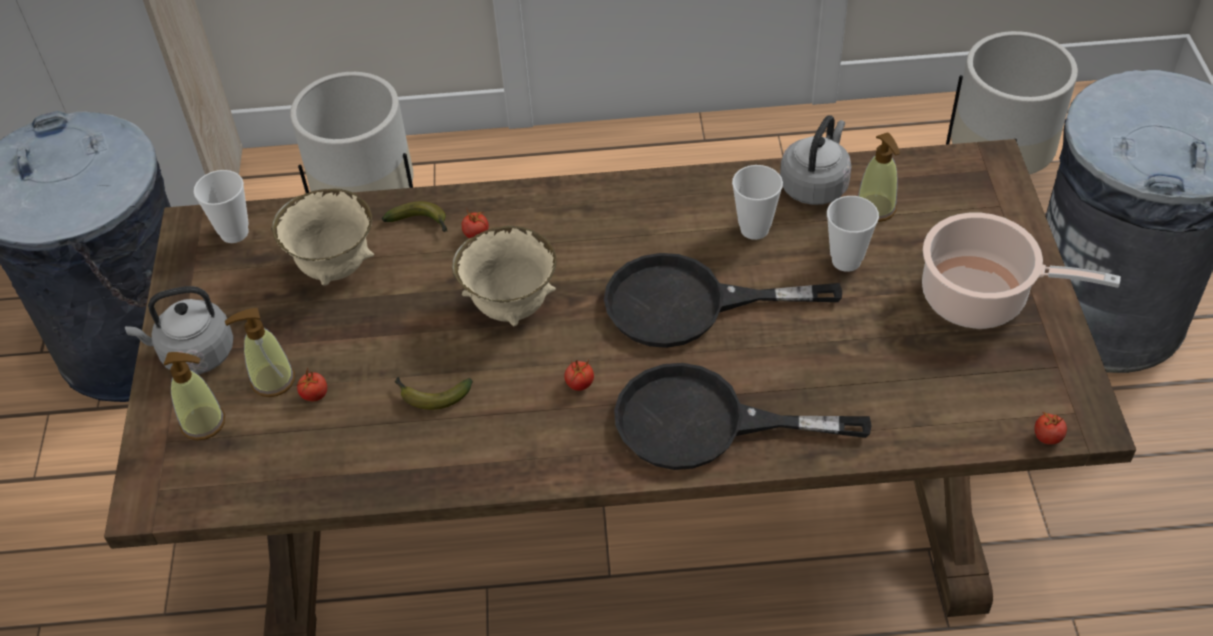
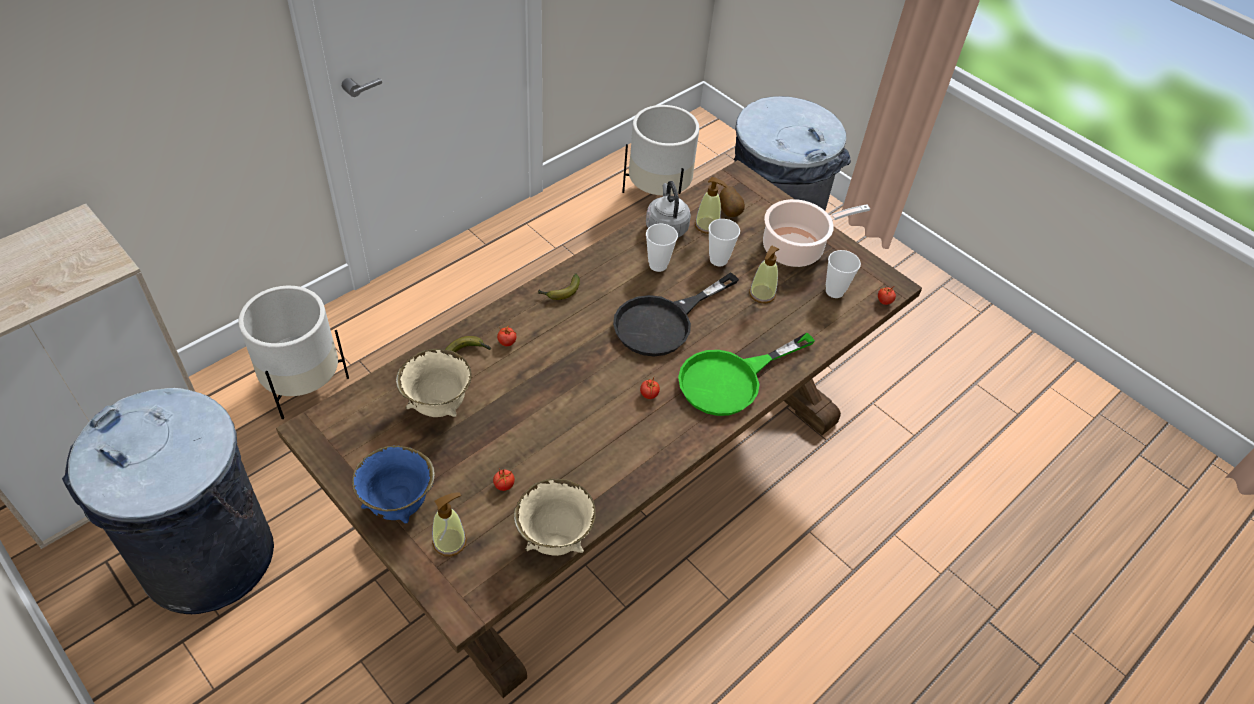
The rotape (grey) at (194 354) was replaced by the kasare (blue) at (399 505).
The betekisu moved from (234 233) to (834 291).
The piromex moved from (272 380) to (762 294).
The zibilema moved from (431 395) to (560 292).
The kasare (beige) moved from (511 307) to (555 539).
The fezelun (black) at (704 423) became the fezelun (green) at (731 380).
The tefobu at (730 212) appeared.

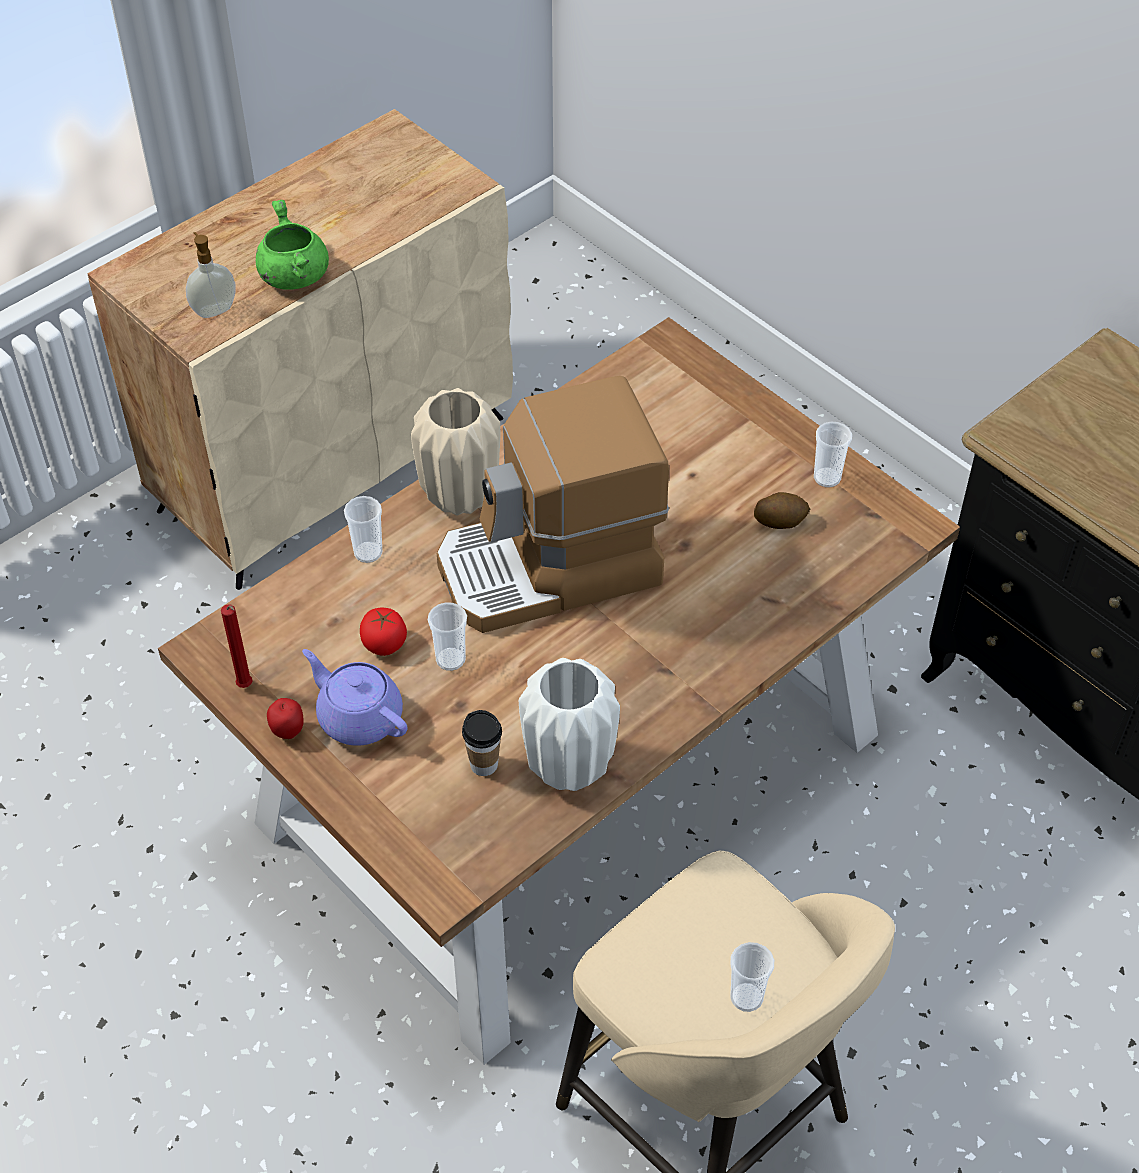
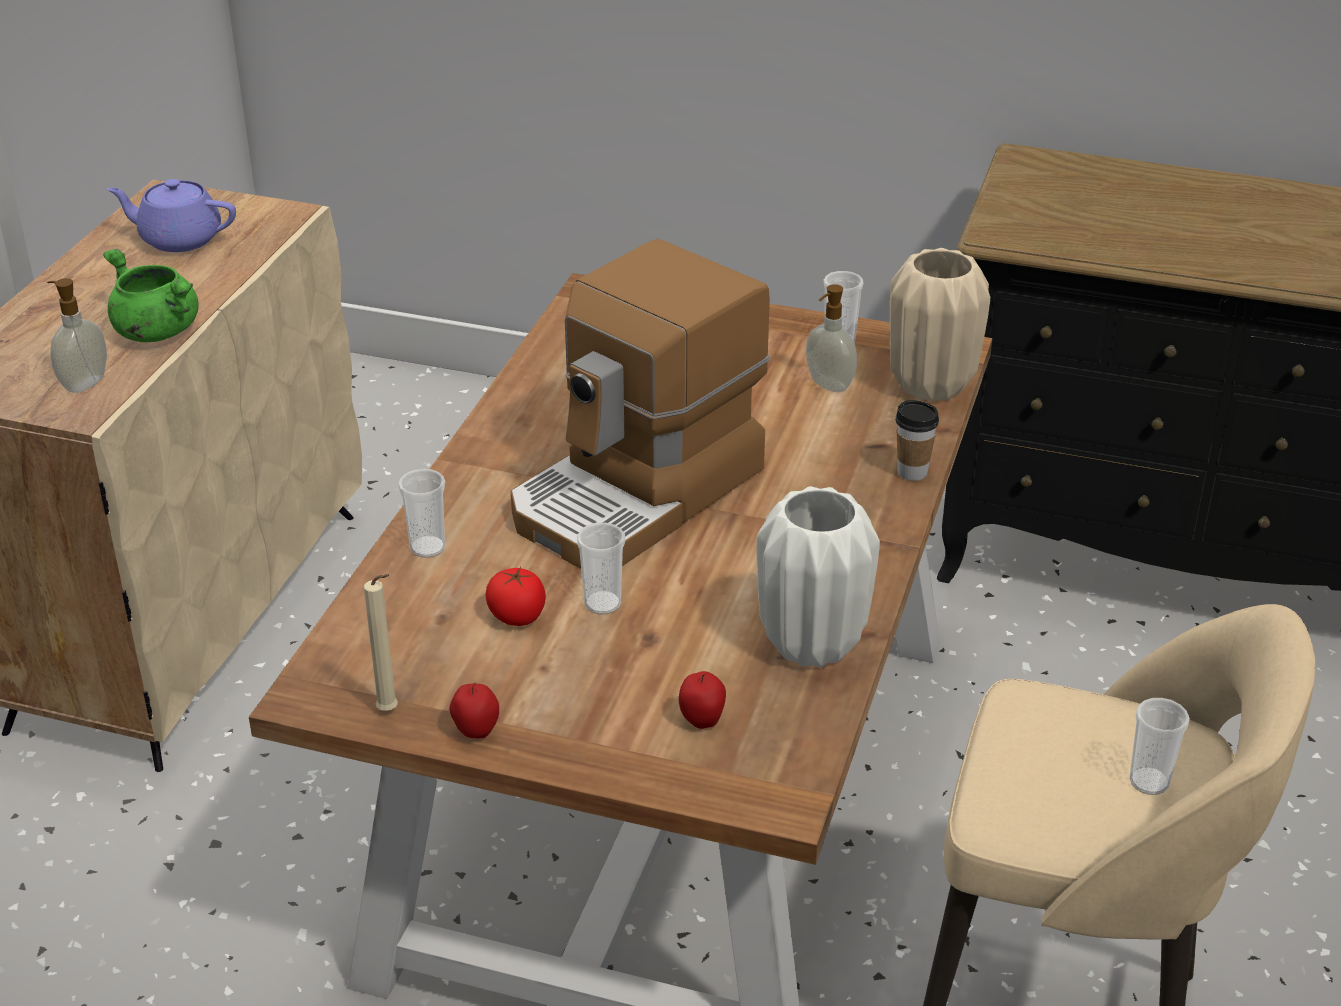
The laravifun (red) at (246 687) became the laravifun (beige) at (390 711).
The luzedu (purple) moved from (358 716) to (179 239).
The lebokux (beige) moved from (459 495) to (929 386).
The betekisu moved from (484 764) to (912 472).
The tefobu at (780 521) was replaced by the piromex at (828 385).
The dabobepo at (702 721) appeared.

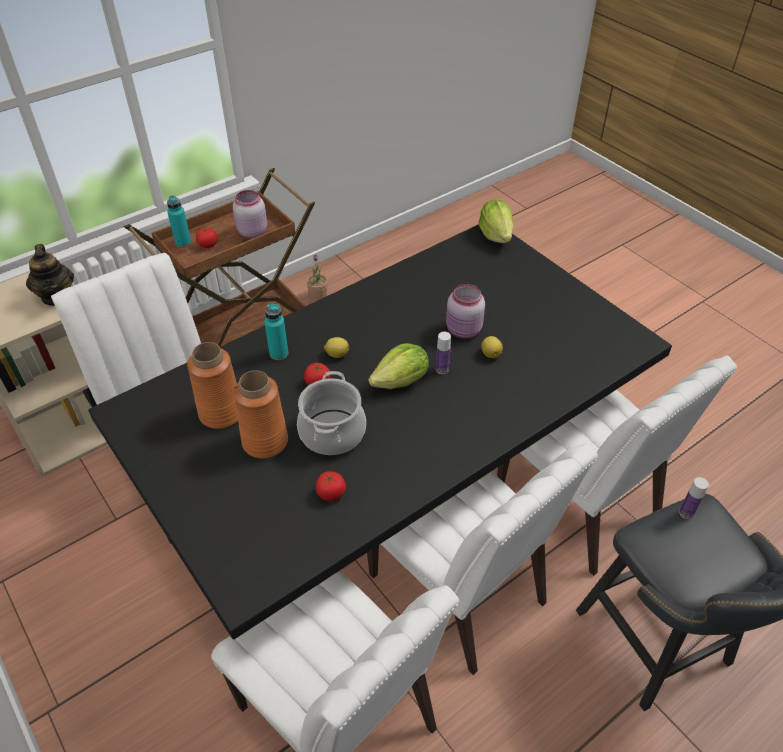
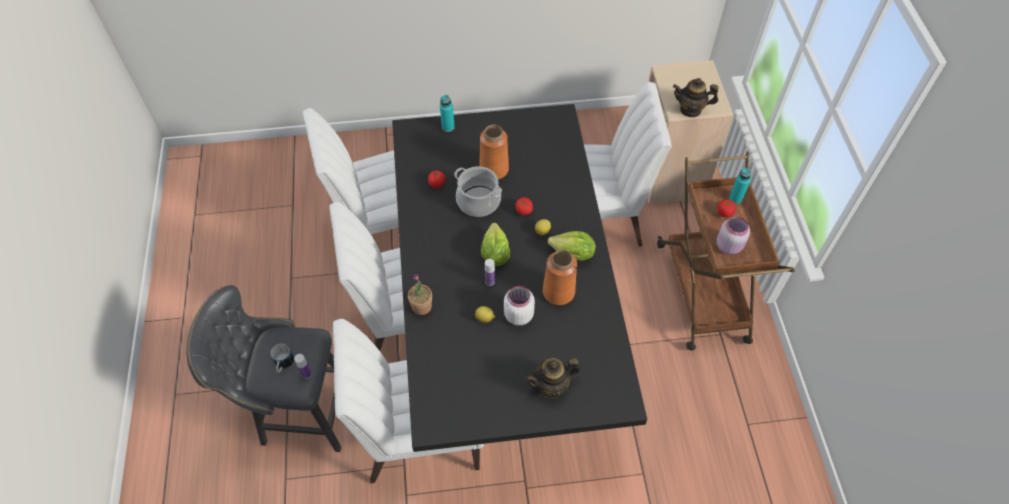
The lebokux (orange) moved from (221 413) to (558 291).
The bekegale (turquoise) moved from (279 353) to (448 127).
The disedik moved from (318 296) to (421 306).
The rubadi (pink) at (463 331) became the rubadi (white) at (518 315).
The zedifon moved from (496 235) to (573 254).
The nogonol at (283 364) appeared.
The luzedu at (551 386) appeared.

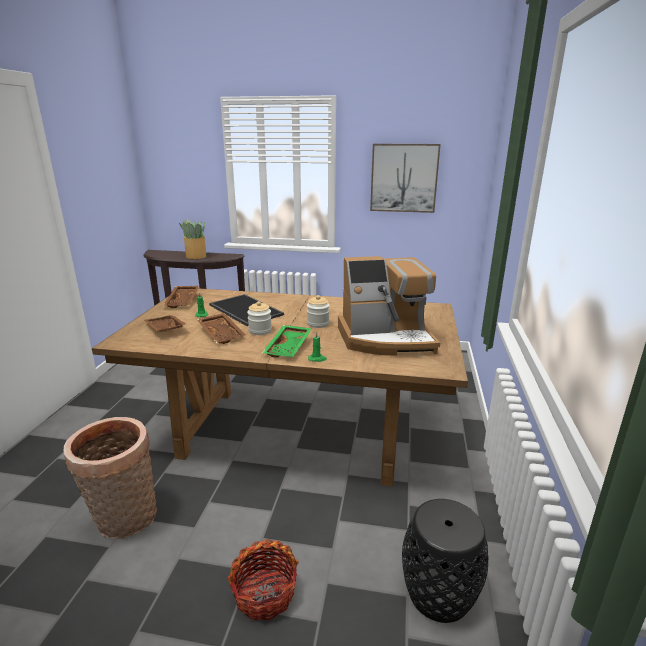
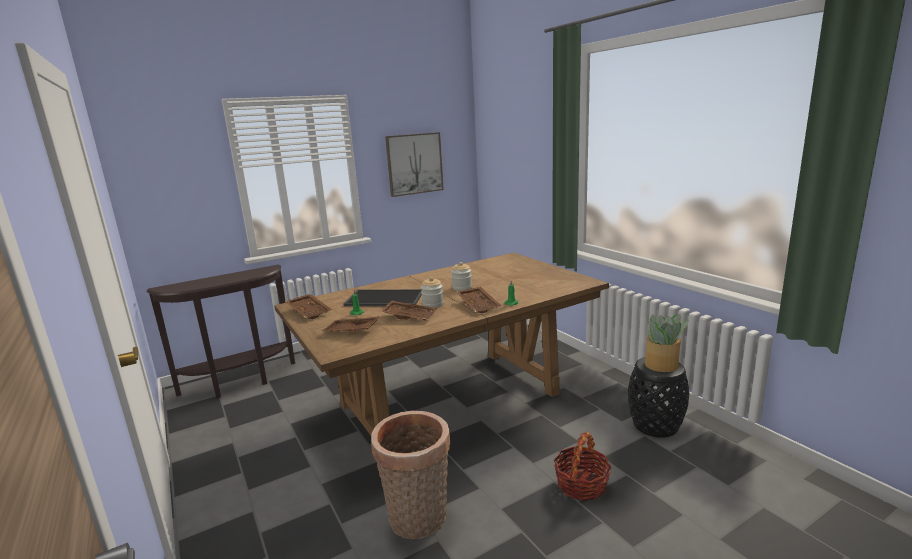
The disedik moved from (196 256) to (662 365).
The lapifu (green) at (289 348) became the lapifu (brown) at (479 305).
The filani at (386 339) disappeared.

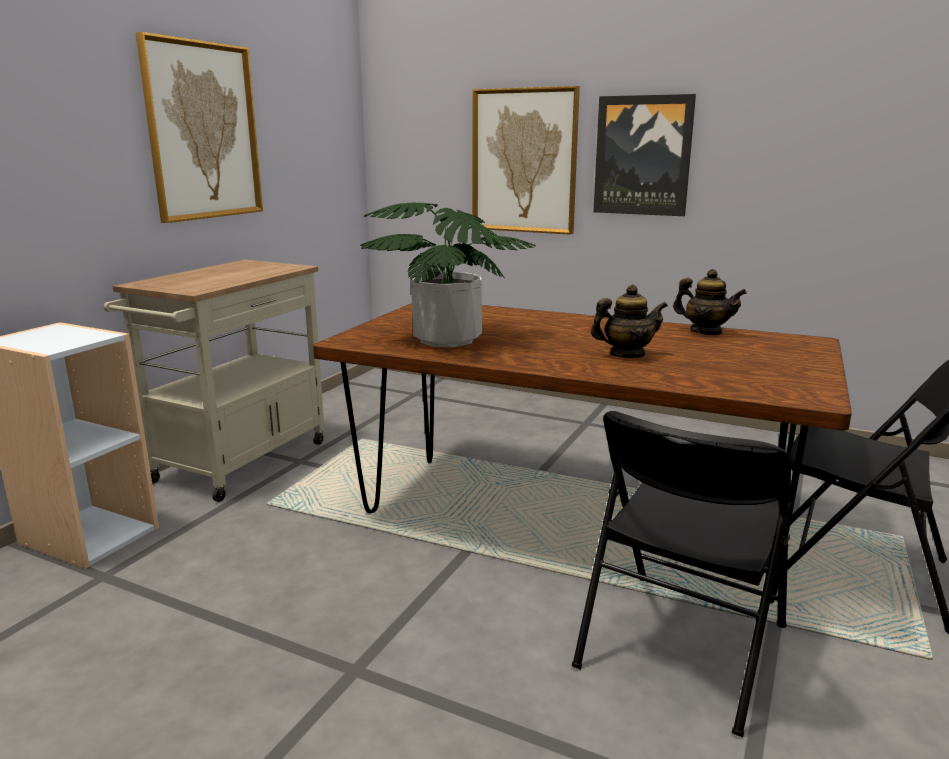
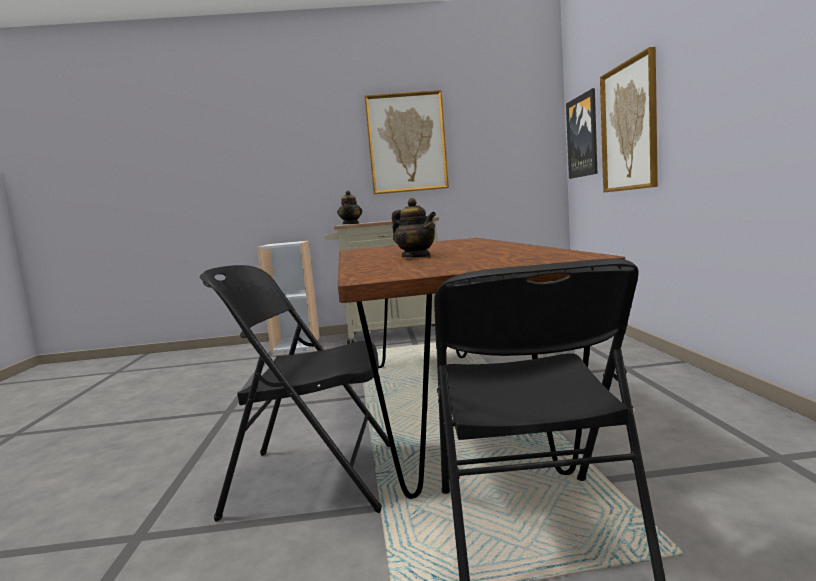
The disedik at (447 340) disappeared.
The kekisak moved from (642 156) to (583 136).
The luzedu moved from (705 332) to (351 224).

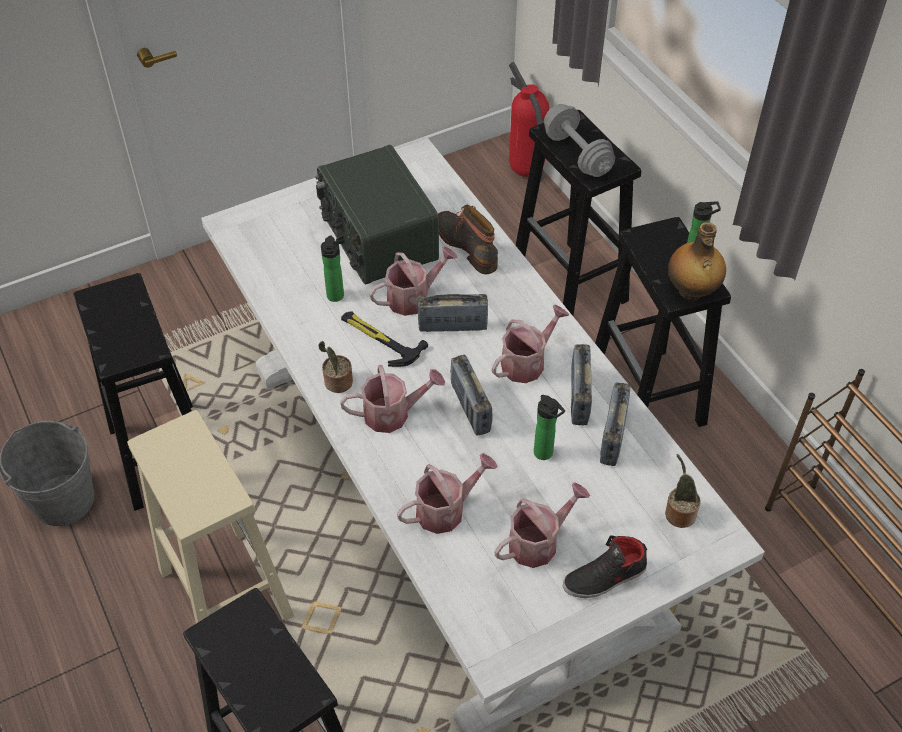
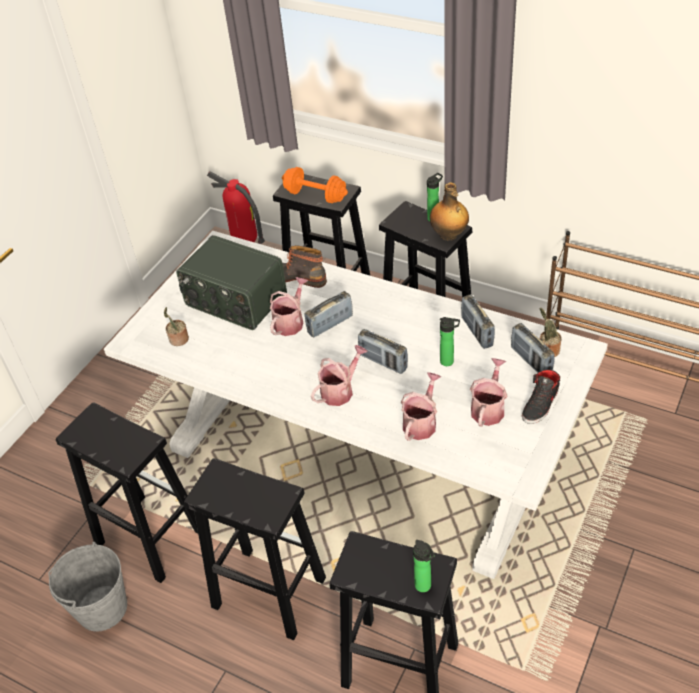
The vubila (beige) at (224 591) became the vubila (black) at (267 592).
The disedik moved from (337 383) to (178 340).
The bekegale moved from (335 298) to (424 587).
The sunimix at (379 339) disappeared.
The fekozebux at (527 362) disappeared.
The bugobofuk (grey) at (577 154) became the bugobofuk (orange) at (315 196).
The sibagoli moved from (579 398) to (531 361).

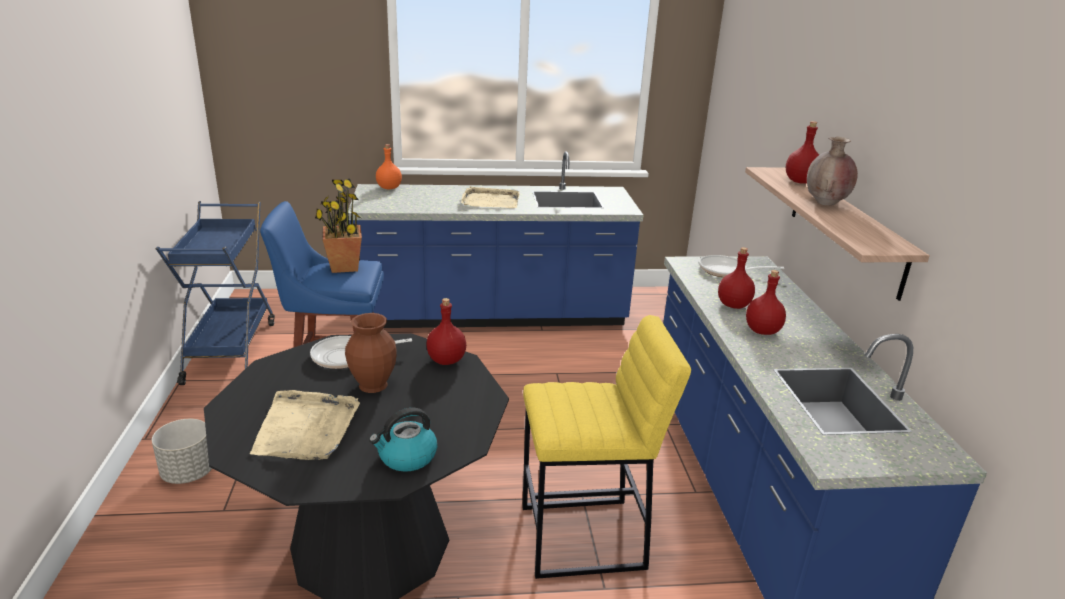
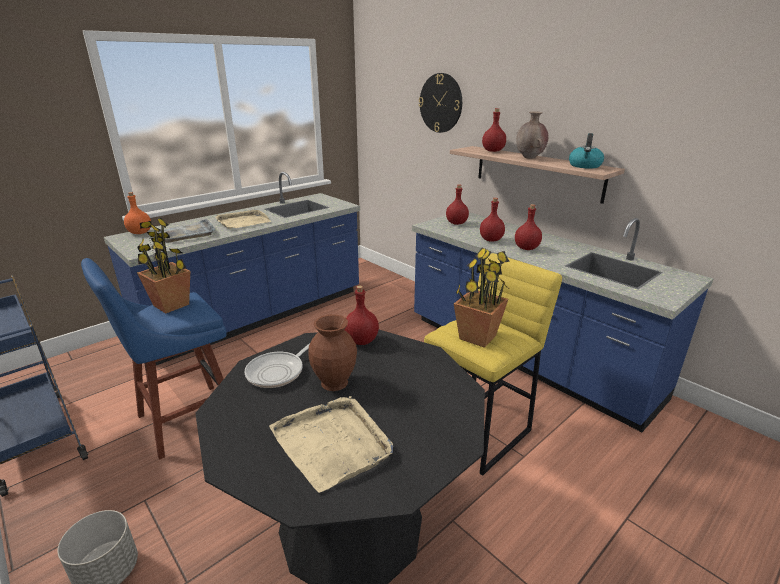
The rotape moved from (406 457) to (585 166).
The fezelun at (726 271) was replaced by the bekegale (red) at (457 223).
The lapifu (grey) at (187 233) appeared.
The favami at (441 103) appeared.
The disedik at (477 337) appeared.

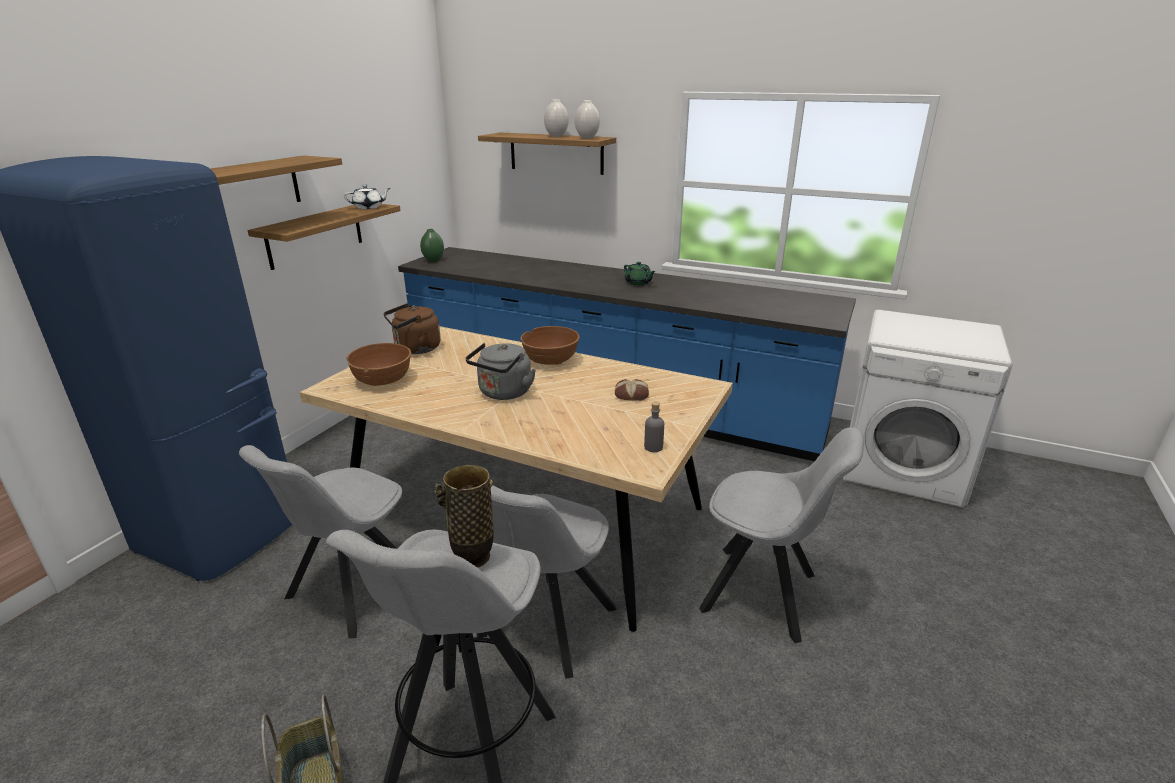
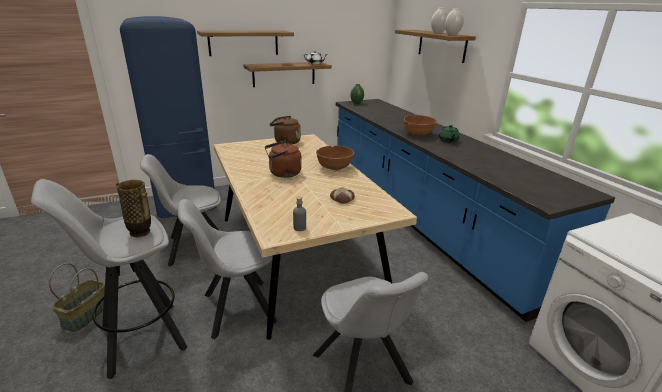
The kasare (brown) moved from (383 381) to (418 134).
The rotape (grey) at (503 393) became the rotape (brown) at (283 173).

